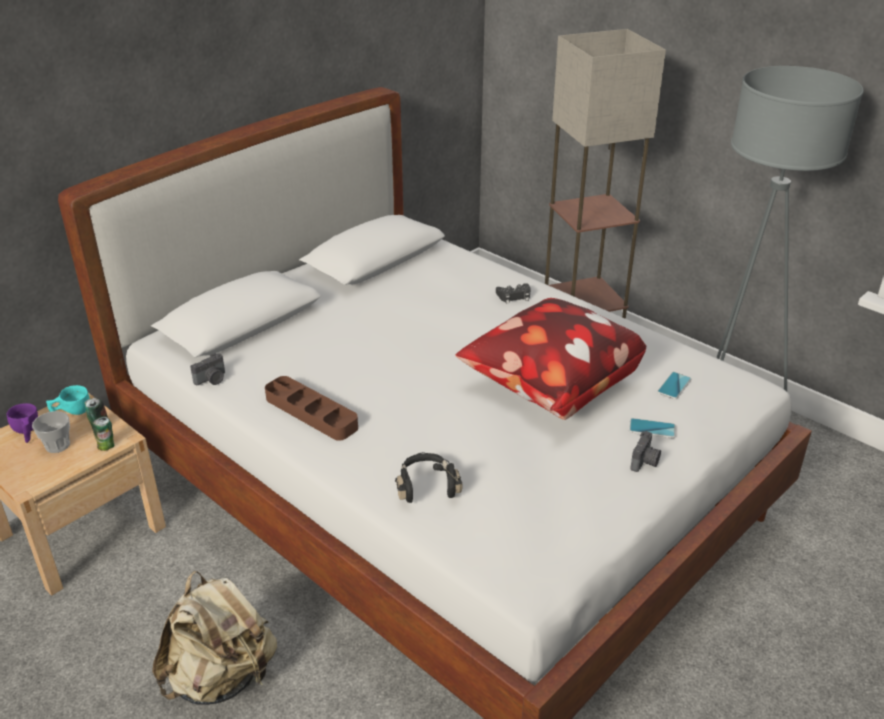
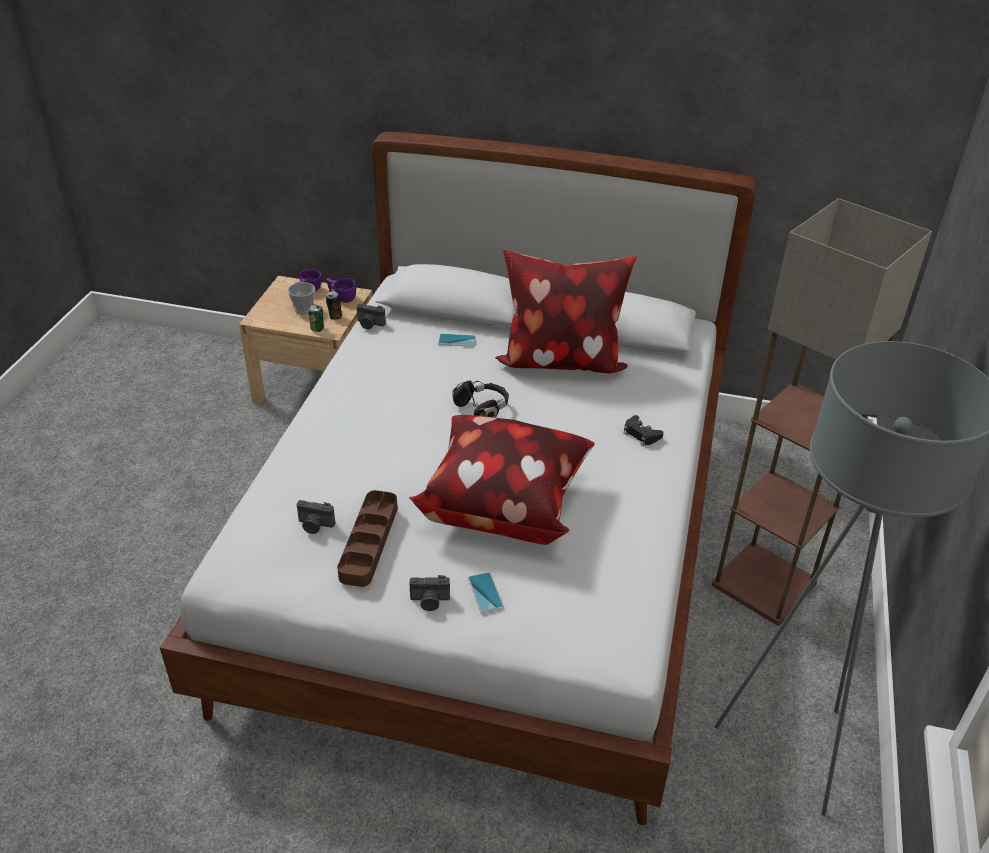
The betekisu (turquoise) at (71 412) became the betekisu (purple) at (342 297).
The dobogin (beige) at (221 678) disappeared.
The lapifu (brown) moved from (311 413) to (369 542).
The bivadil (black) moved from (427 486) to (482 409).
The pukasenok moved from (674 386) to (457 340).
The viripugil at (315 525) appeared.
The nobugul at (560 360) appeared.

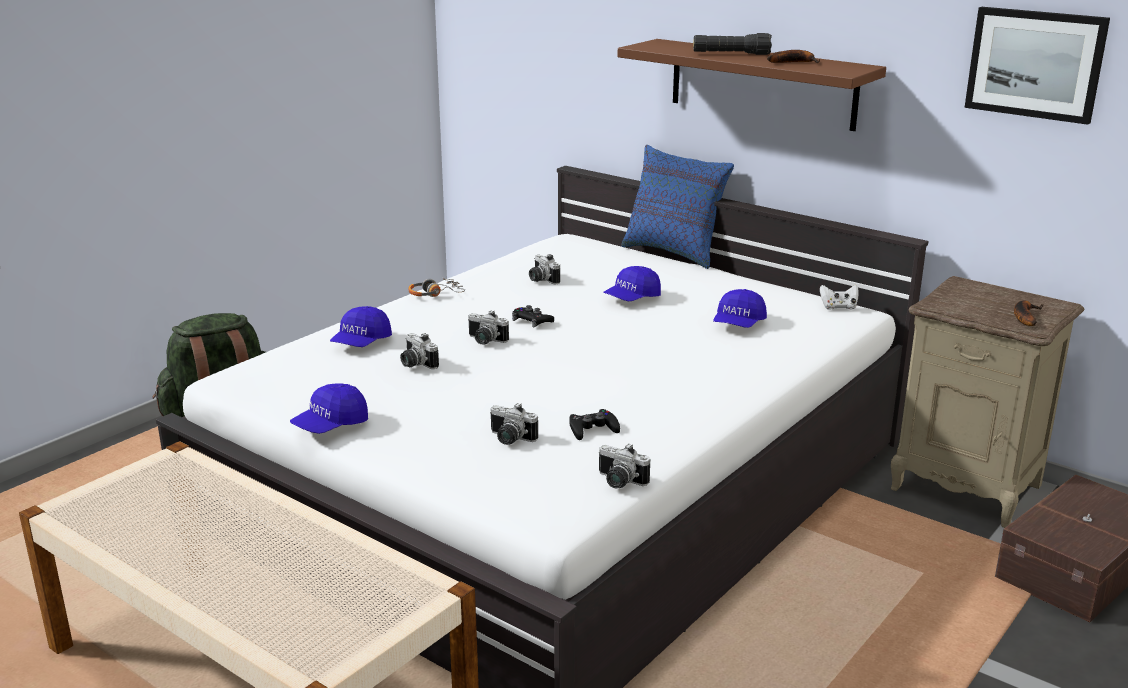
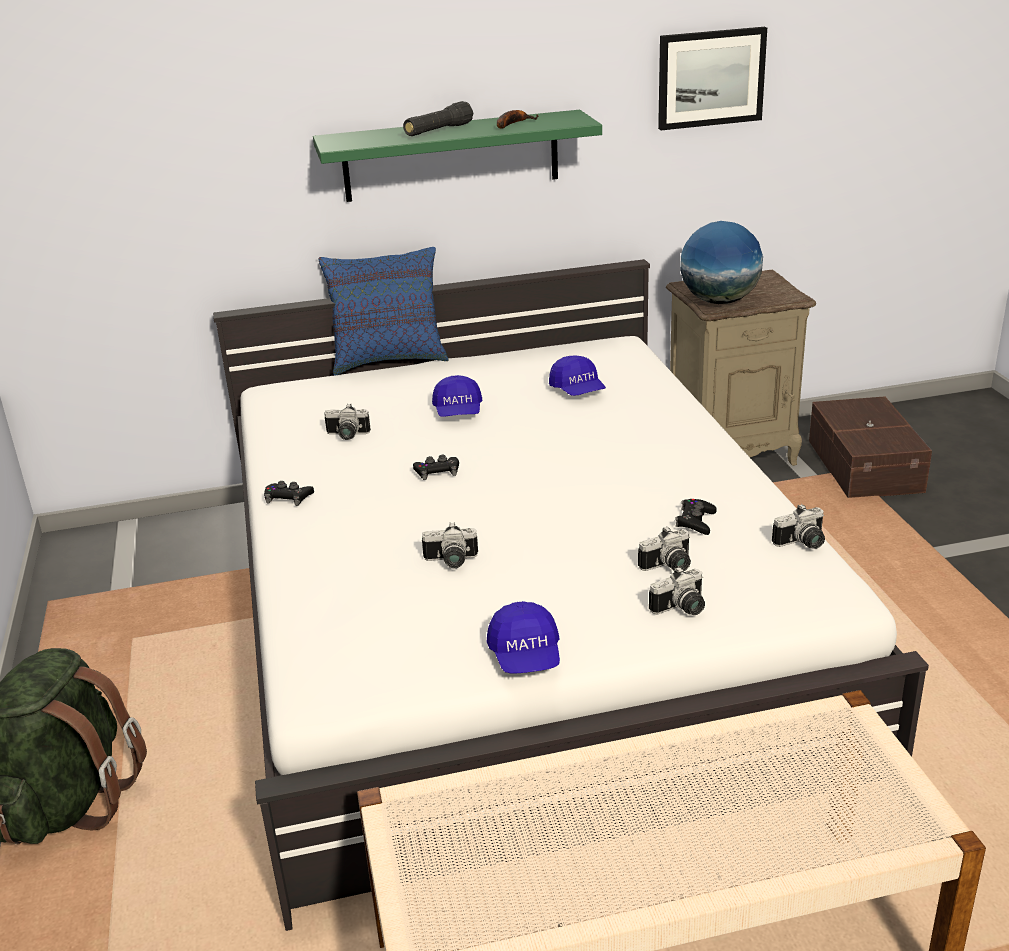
The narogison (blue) at (361 343) disappeared.
The bivadil at (435 294) was replaced by the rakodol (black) at (288 498).
The viripugil moved from (485 341) to (682 609).
The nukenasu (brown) at (762 84) became the nukenasu (green) at (451 156).
The rakodol (white) at (838 307) disappeared.
The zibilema at (1024 316) disappeared.
The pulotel at (719 301) appeared.

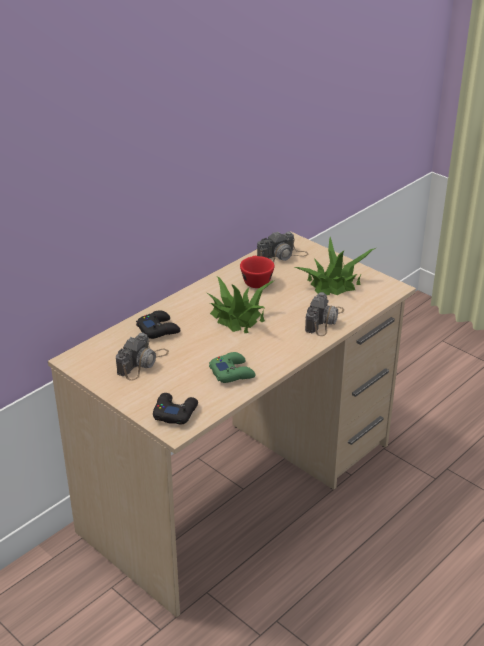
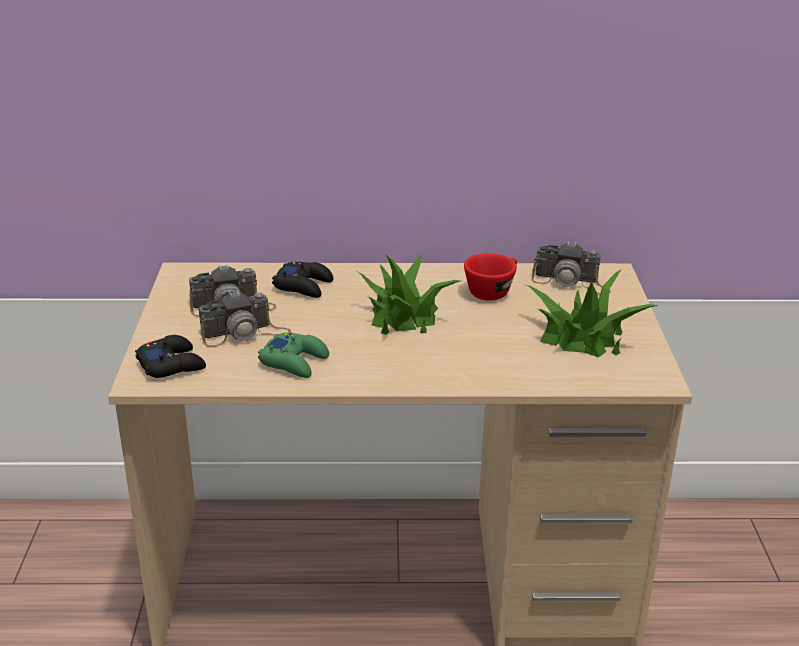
The viripugil moved from (324 320) to (245 333).

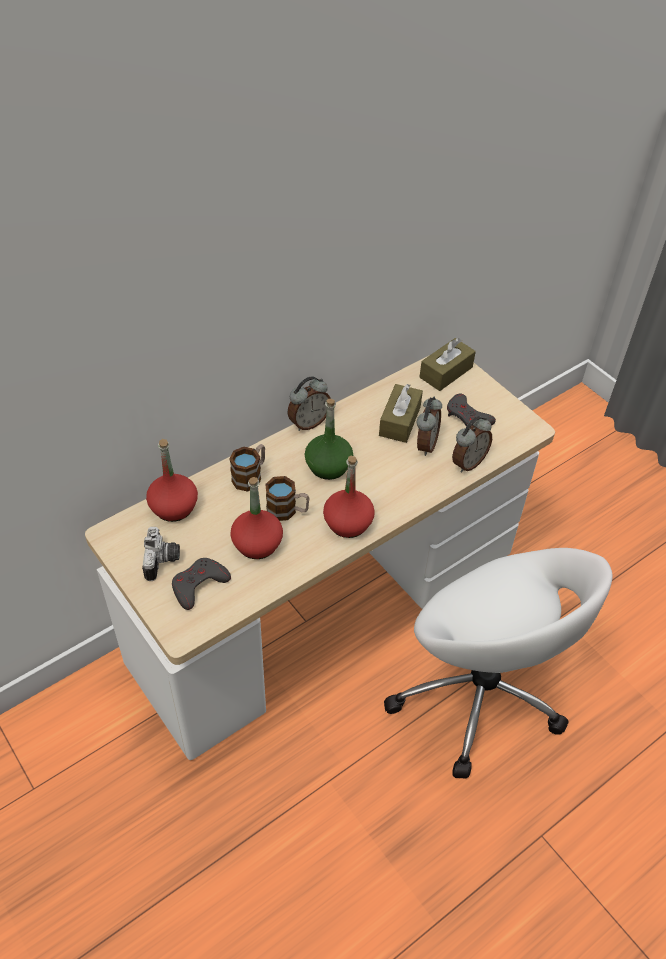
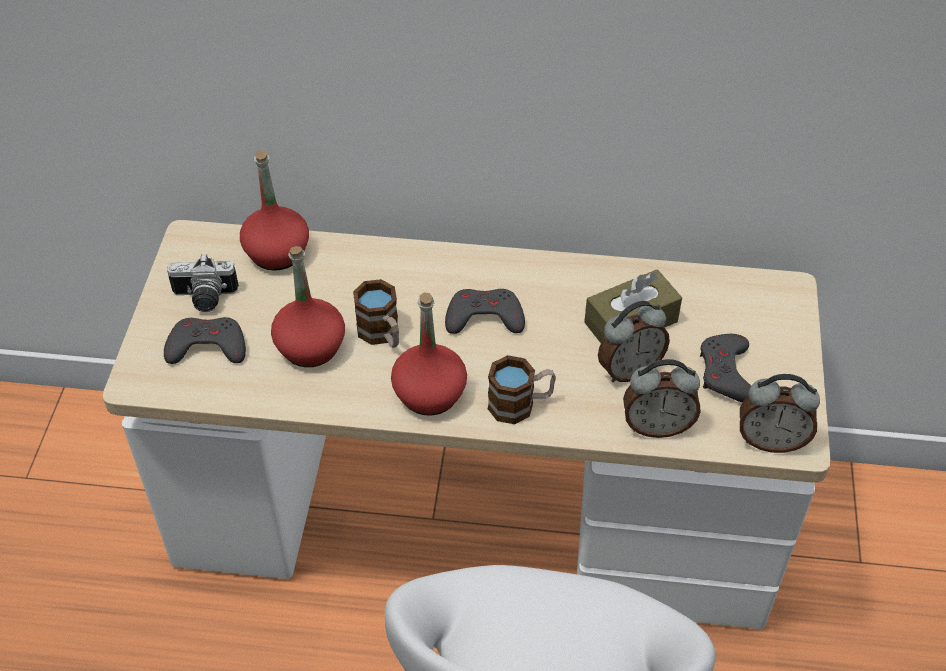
The viripugil at (163 561) turned 45 degrees clockwise.
The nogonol moved from (250 476) to (520 404).
The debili moved from (308 422) to (771 440).
The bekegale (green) at (328 466) was replaced by the rakodol (grey) at (484 317).
The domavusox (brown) at (446 372) disappeared.

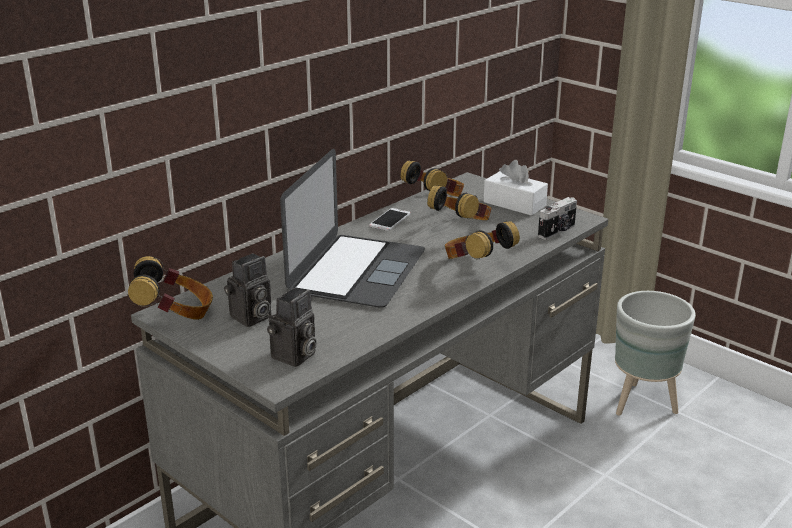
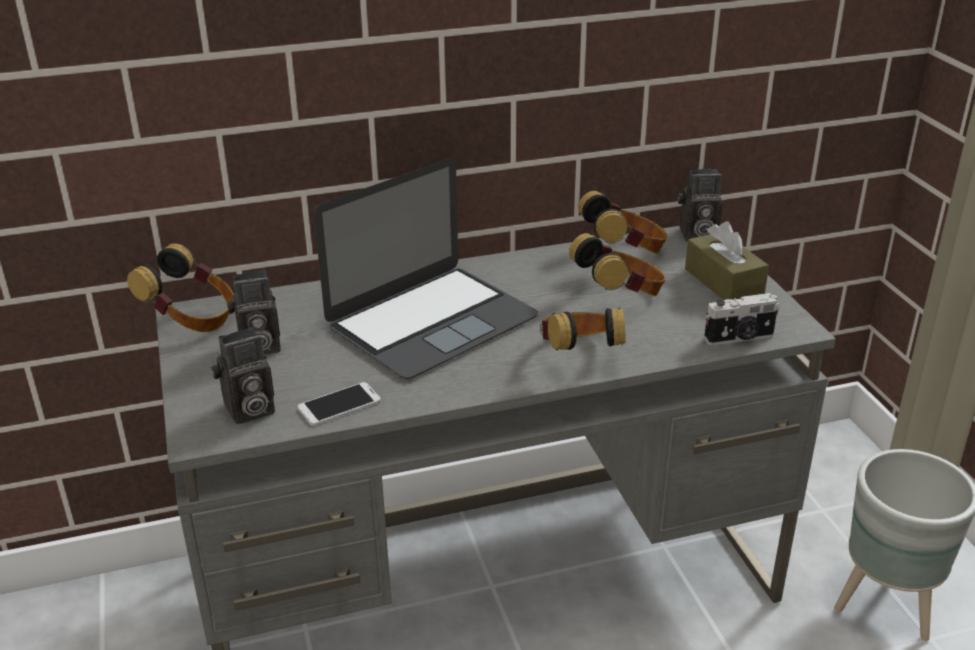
The pukasenok moved from (390 220) to (339 404).
The domavusox (white) at (514 204) became the domavusox (brown) at (723 282).
The viripugil at (696 235) appeared.

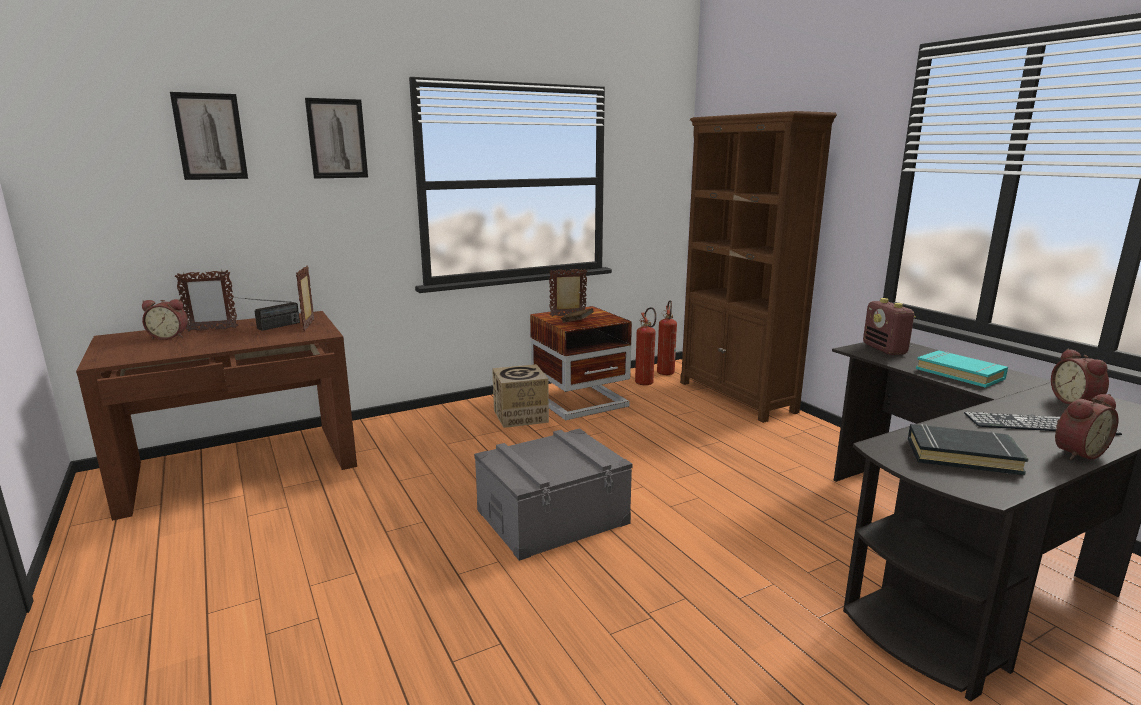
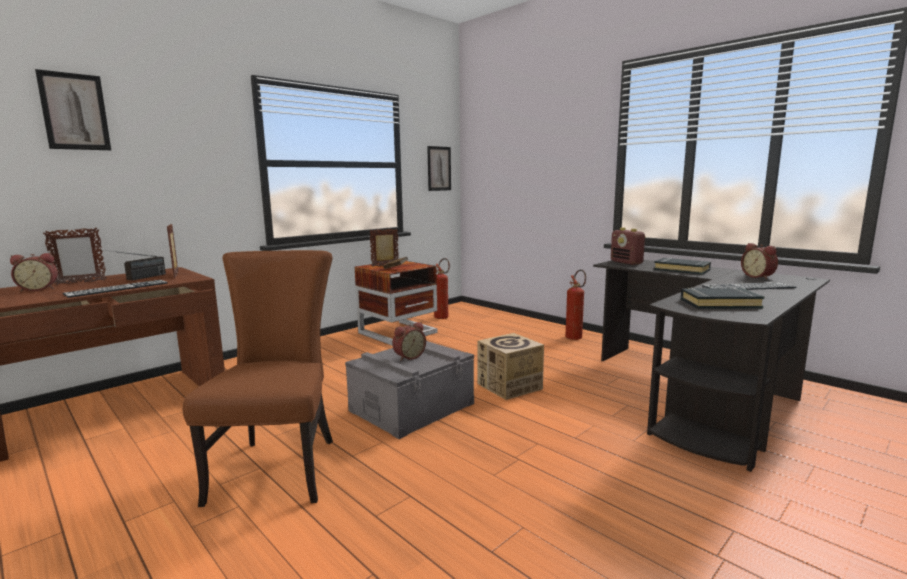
The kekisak moved from (337 138) to (439 168).
The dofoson moved from (520 416) to (509 386).
The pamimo moved from (666 374) to (575 338).
The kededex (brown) at (736 397) disappeared.
The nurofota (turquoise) at (960 374) became the nurofota (black) at (682 270).
The debili moved from (1076 452) to (408 357).
The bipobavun at (117 288) appeared.
The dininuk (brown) at (279 465) appeared.

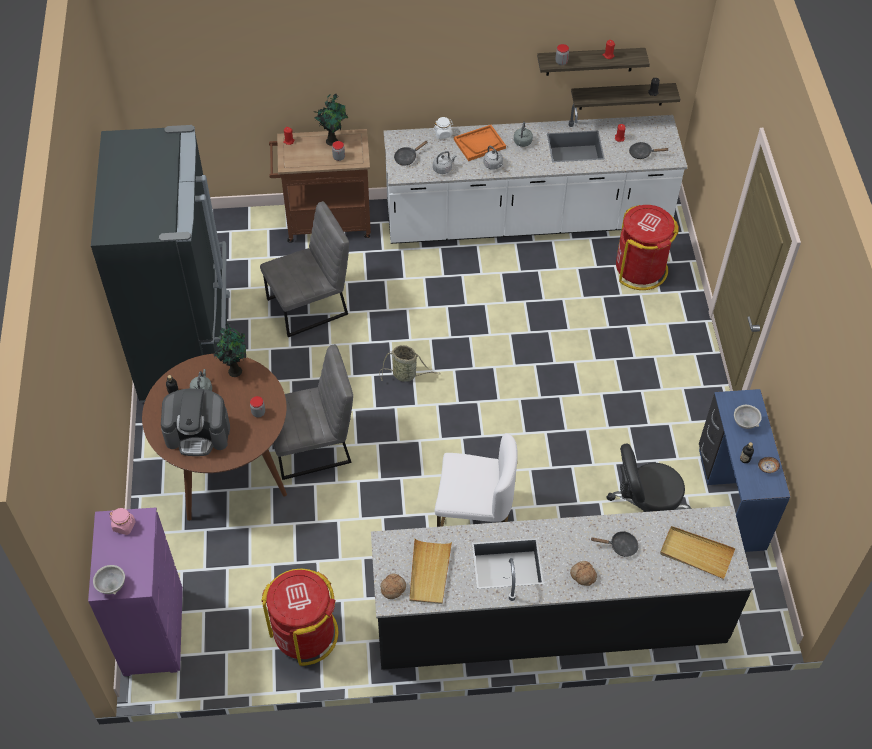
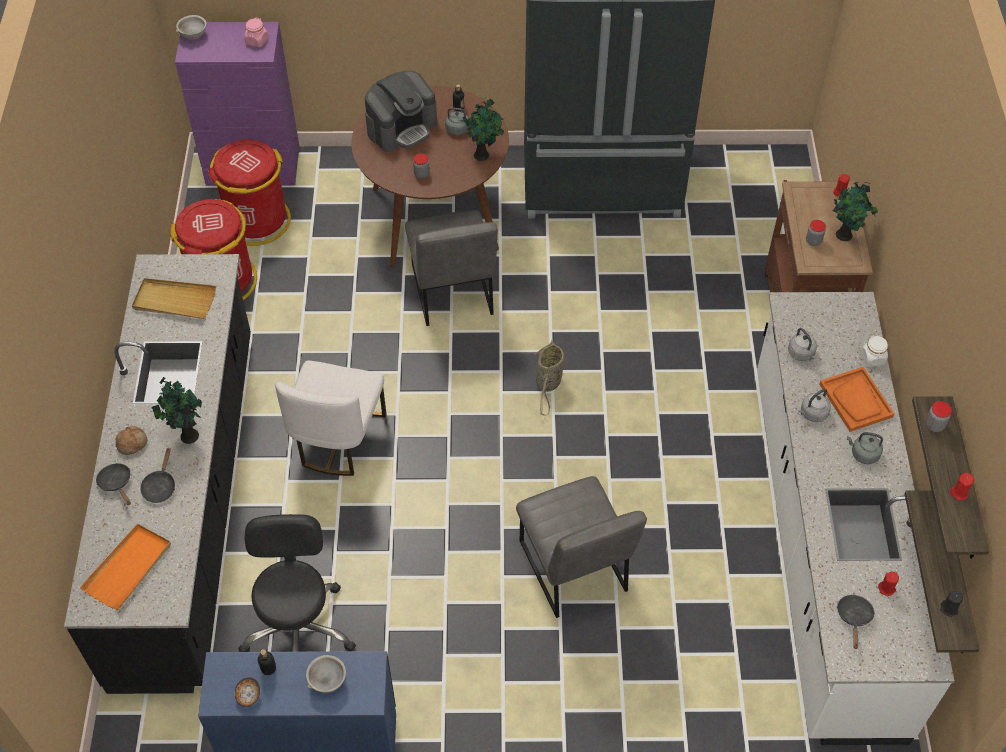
The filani at (198 433) turned 135 degrees counterclockwise.
The dininuk (grey) moved from (310 306) to (573 568).
The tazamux at (393 587) disappeared.
The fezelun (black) moved from (407 158) to (116 483).
The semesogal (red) moved from (640 269) to (256 221).
The lapifu (beige) at (696 553) became the lapifu (orange) at (128 568).
The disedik at (187 435) appeared.

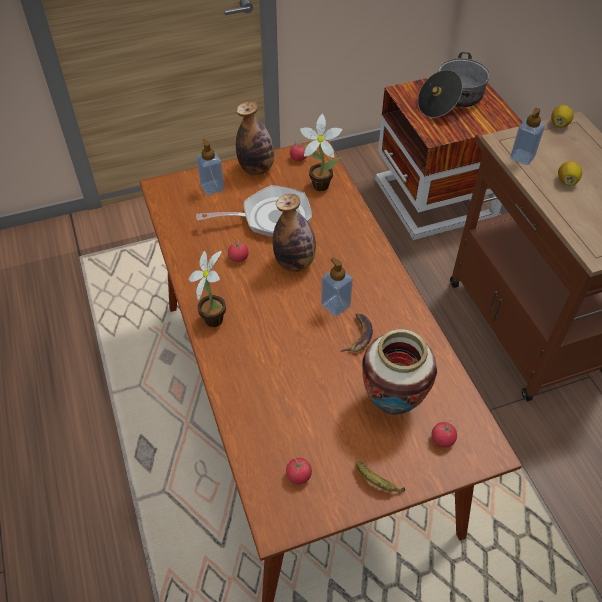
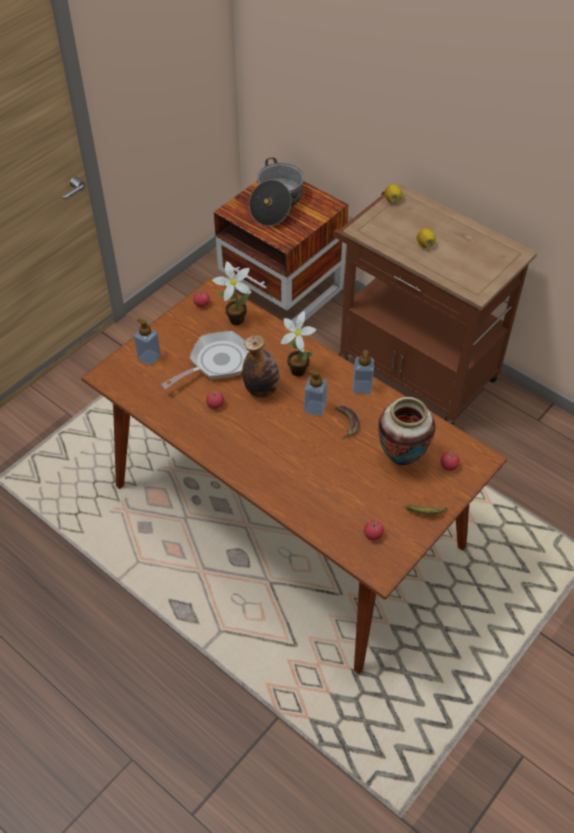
The disedik moved from (214 317) to (296 369).
The bekegale at (256 168) disappeared.
The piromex moved from (522 157) to (362 387).

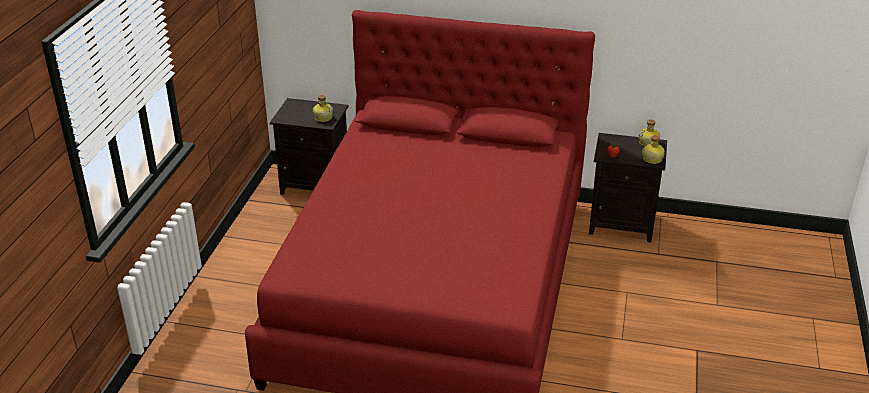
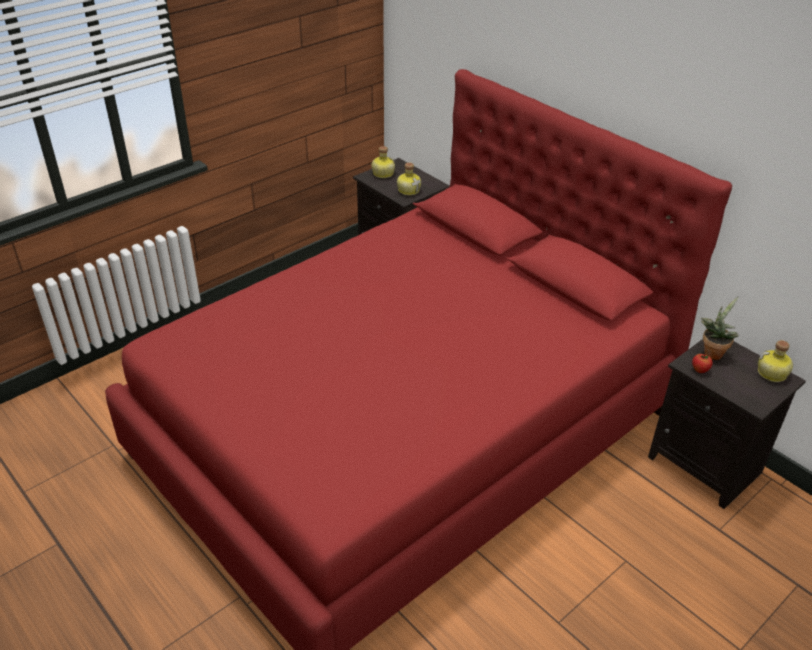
The bekegale moved from (651 159) to (382 173).
The disedik at (712 352) appeared.

